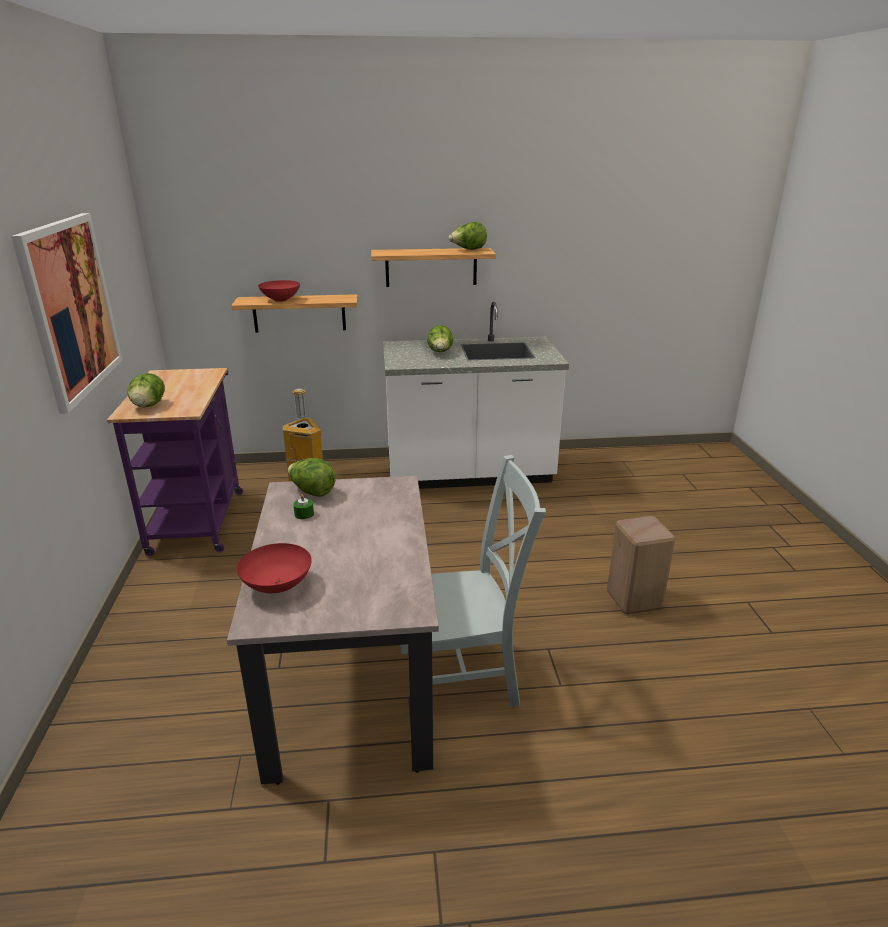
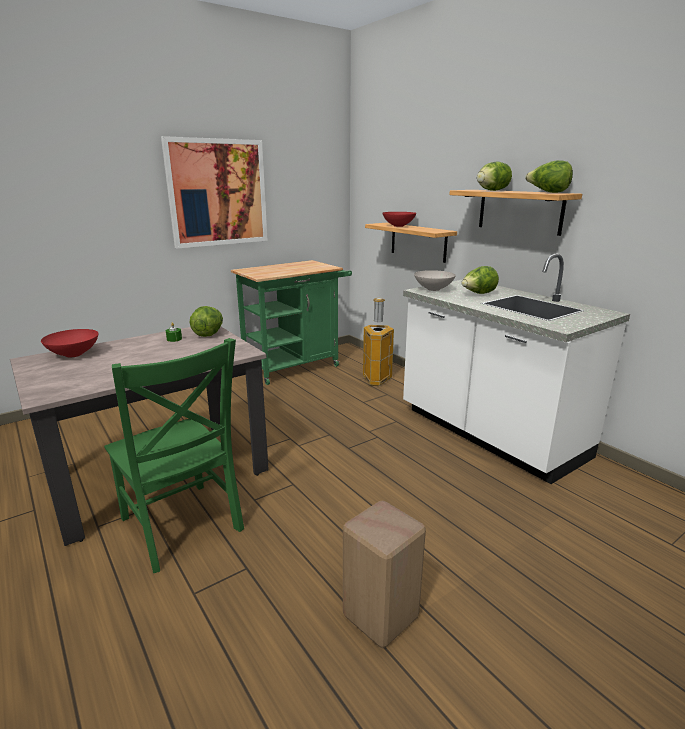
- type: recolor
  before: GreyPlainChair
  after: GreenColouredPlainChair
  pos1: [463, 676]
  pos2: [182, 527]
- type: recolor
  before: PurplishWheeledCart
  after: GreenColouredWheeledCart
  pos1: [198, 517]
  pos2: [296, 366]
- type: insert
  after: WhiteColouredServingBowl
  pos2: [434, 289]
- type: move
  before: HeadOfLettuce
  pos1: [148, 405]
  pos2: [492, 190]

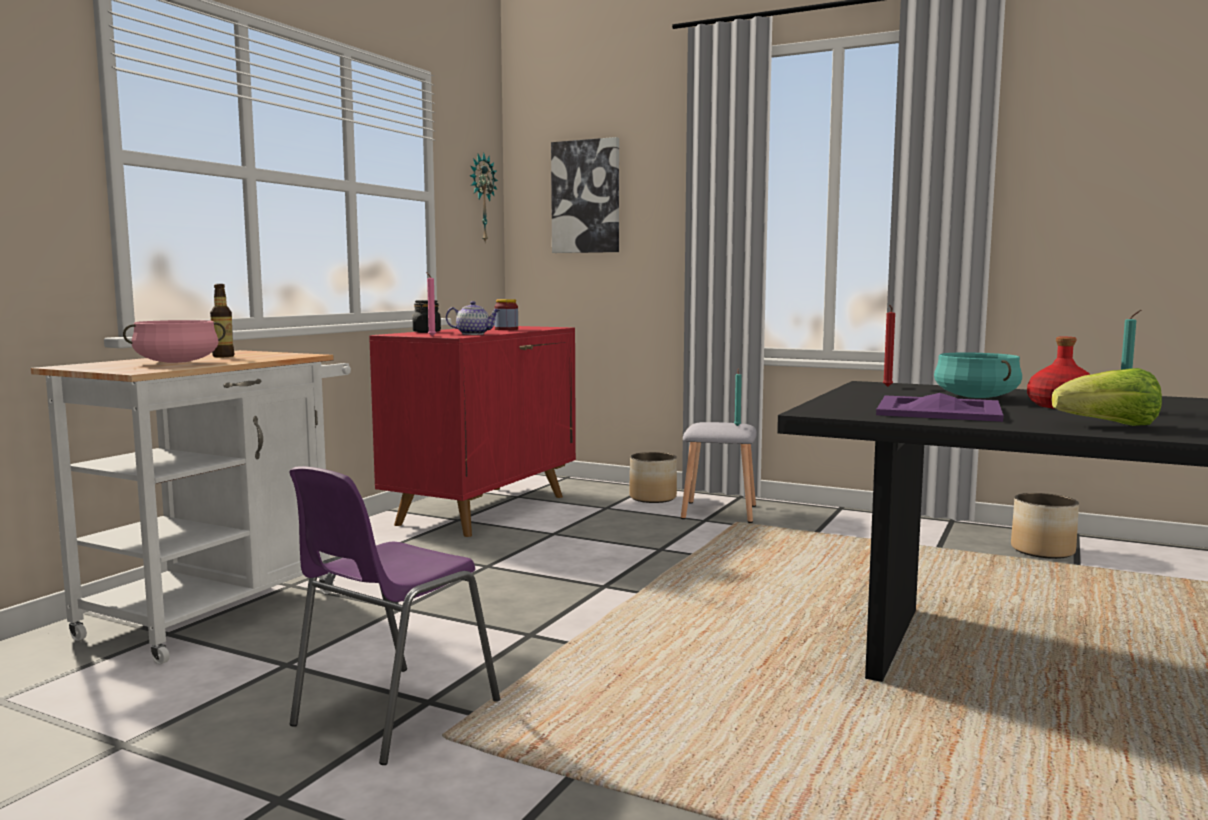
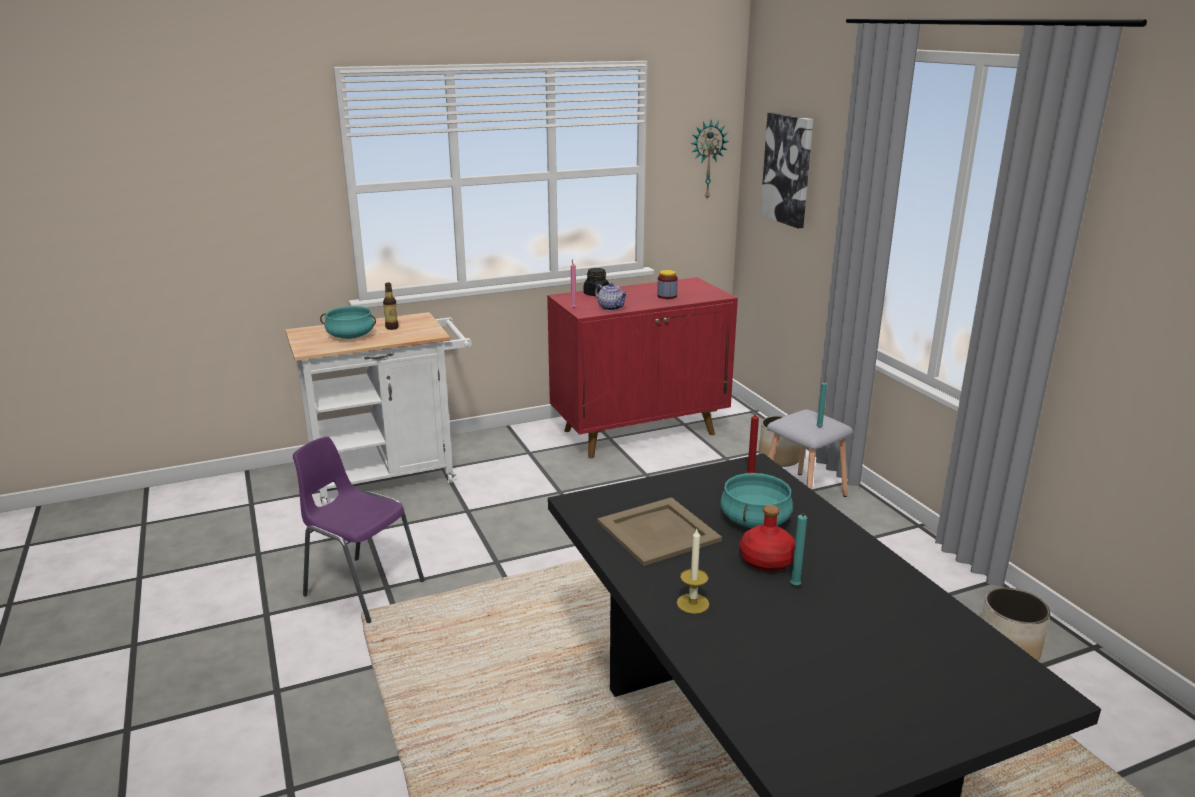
- type: rotate
  before: PurplishPlainChair
  pos1: [391, 715]
  pos2: [361, 587]
  turn: 45
- type: recolor
  before: PinkSaucepot
  after: TurquoiseSaucepot
  pos1: [176, 362]
  pos2: [350, 336]
- type: recolor
  before: PurplishCarryingTray
  after: BeigeCarryingTray
  pos1: [937, 410]
  pos2: [657, 531]
- type: replace
  before: HeadOfLettuce
  after: WaxLight
  pos1: [1110, 425]
  pos2: [693, 603]

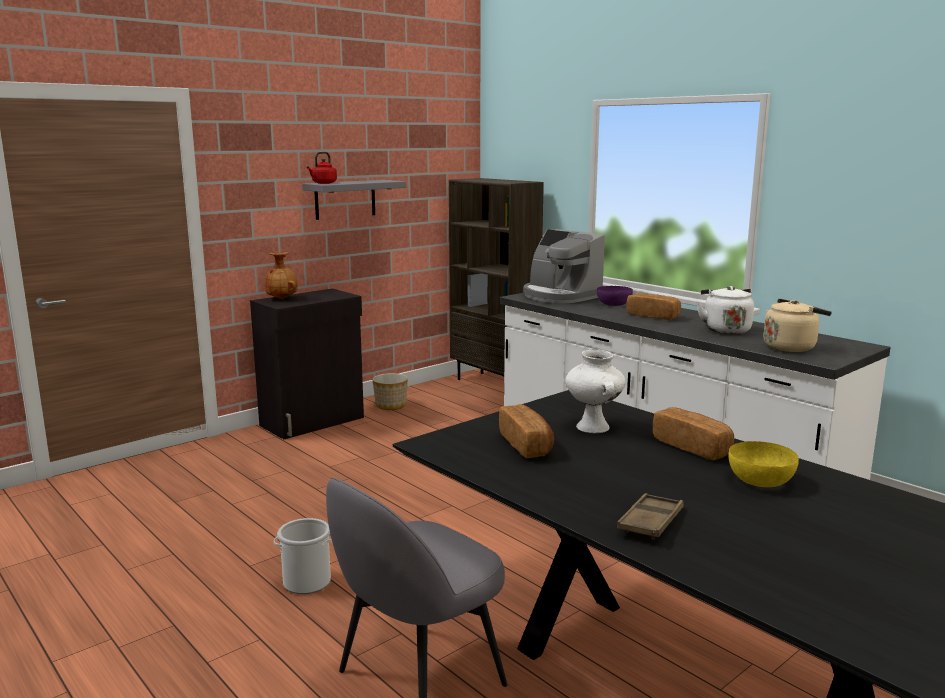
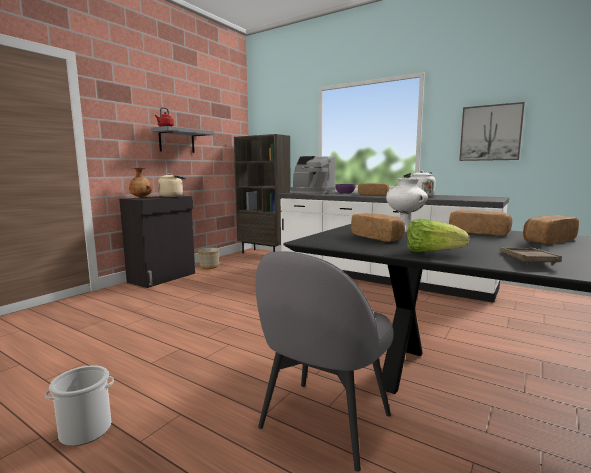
- type: move
  before: Bucket
  pos1: [307, 582]
  pos2: [86, 430]
- type: move
  before: BeigeTeaKettle
  pos1: [791, 347]
  pos2: [172, 196]
- type: insert
  after: HeadOfLettuce
  pos2: [431, 252]
- type: insert
  after: WallPicture
  pos2: [490, 133]
- type: replace
  before: YellowColouredServingBowl
  after: BakeryBread
  pos1: [761, 481]
  pos2: [547, 241]

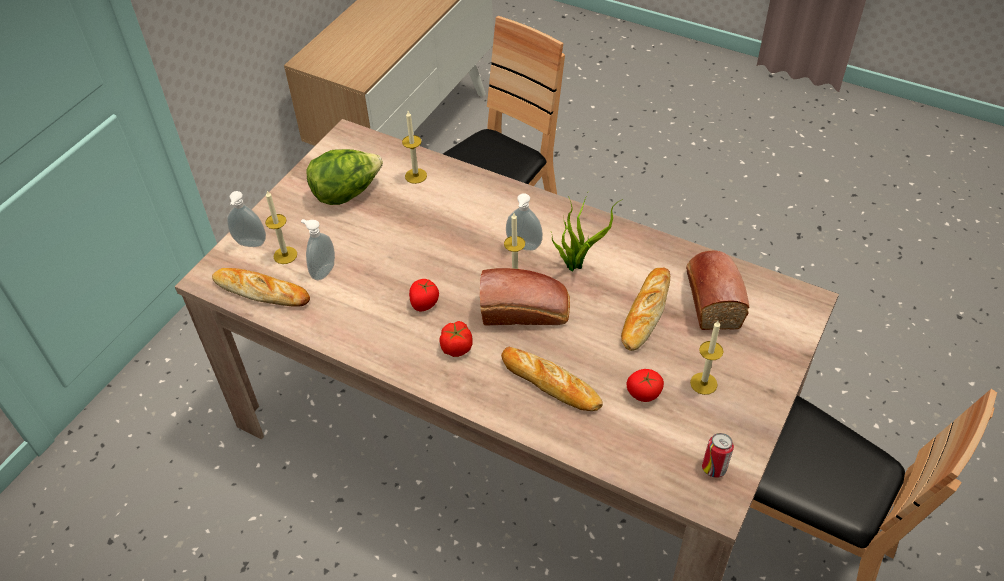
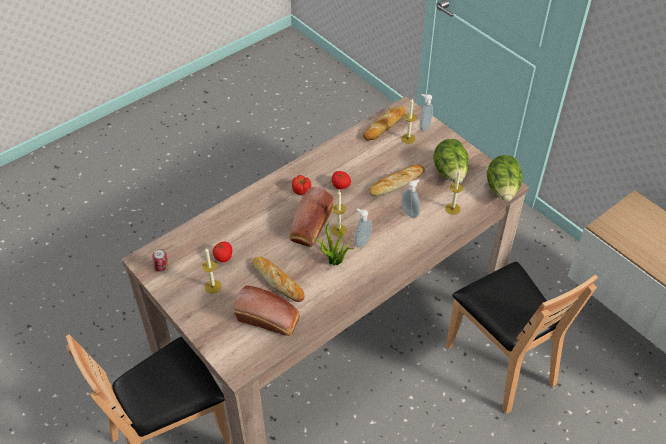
- type: move
  before: BakeryBread
  pos1: [550, 383]
  pos2: [396, 183]
- type: move
  before: SoapBottle
  pos1: [322, 271]
  pos2: [410, 212]
- type: insert
  after: HeadOfLettuce
  pos2: [502, 190]

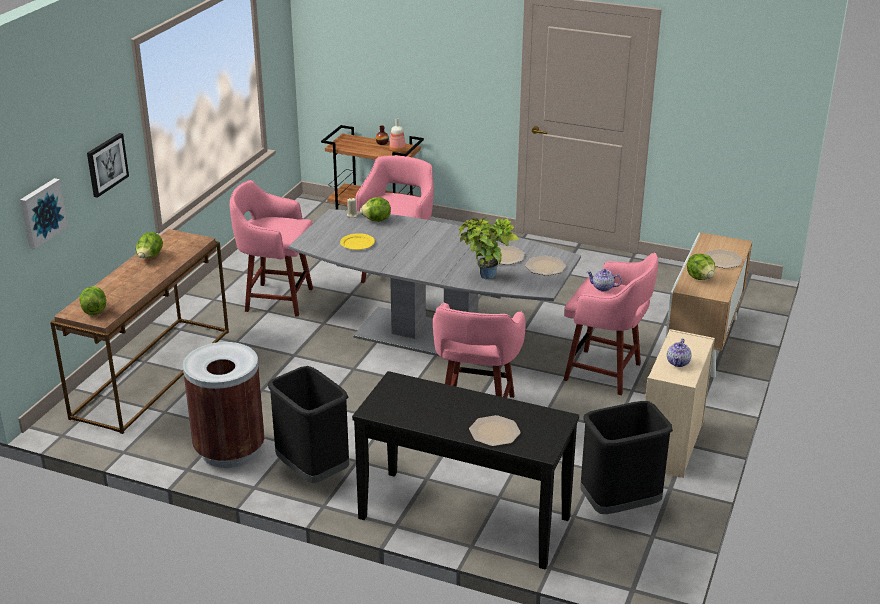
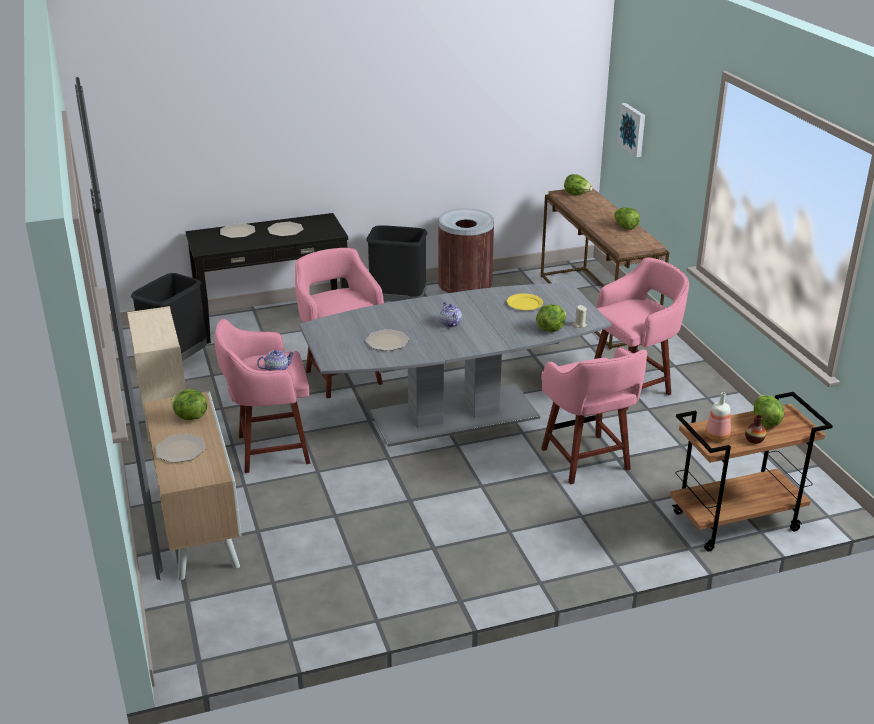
- type: move
  before: FlatDish
  pos1: [545, 266]
  pos2: [285, 230]
- type: move
  before: PotForTea
  pos1: [678, 362]
  pos2: [449, 323]
- type: insert
  after: HeadOfLettuce
  pos2: [765, 421]
- type: delete
  before: WallPicture
  pos1: [106, 164]
- type: delete
  before: PlantInAPot
  pos1: [485, 278]

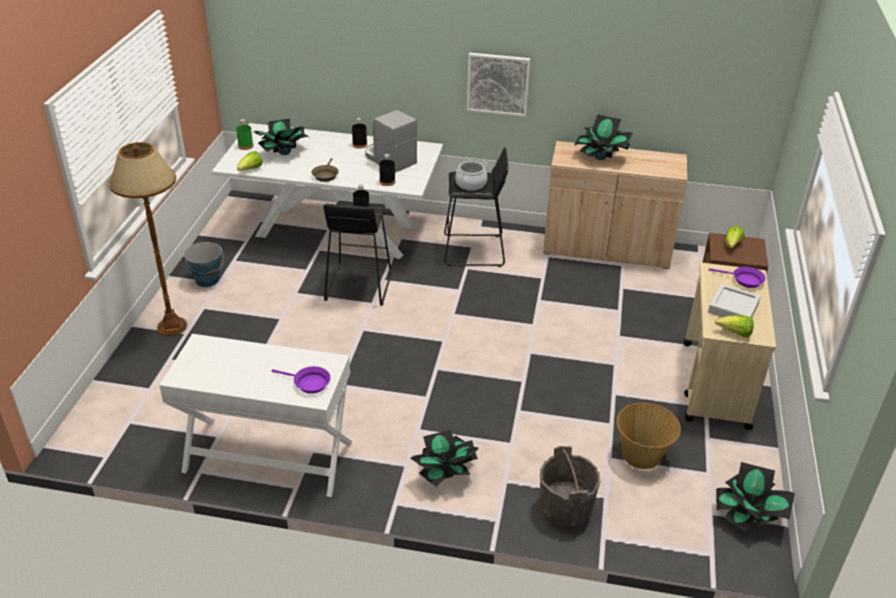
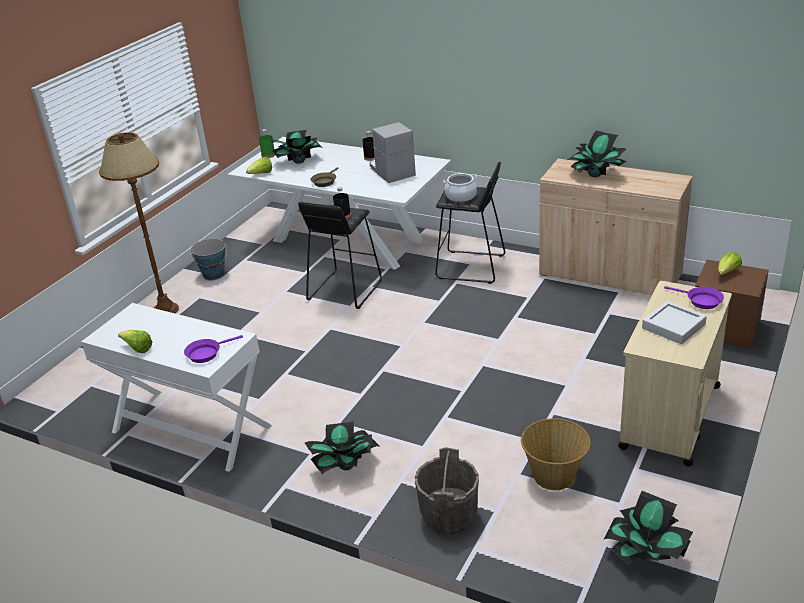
- type: move
  before: HeadOfLettuce
  pos1: [735, 333]
  pos2: [138, 349]
- type: rotate
  before: PurplishSkillet
  pos1: [309, 383]
  pos2: [206, 353]
  turn: 105
- type: delete
  before: BlackColouredDrinkBottle
  pos1: [387, 182]
- type: delete
  before: WallPicture
  pos1: [498, 84]

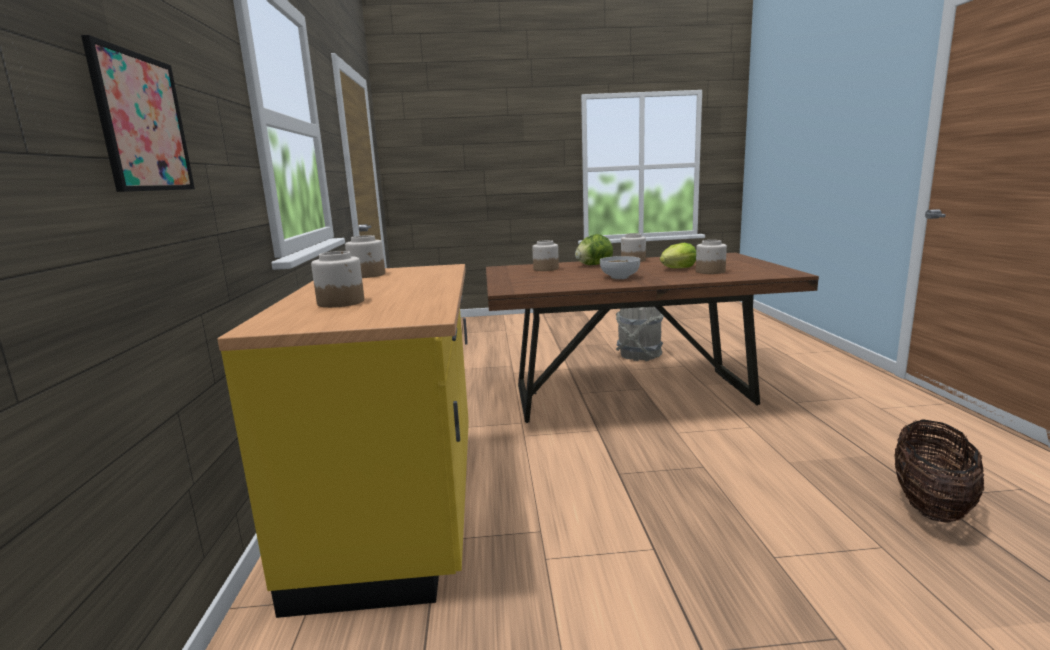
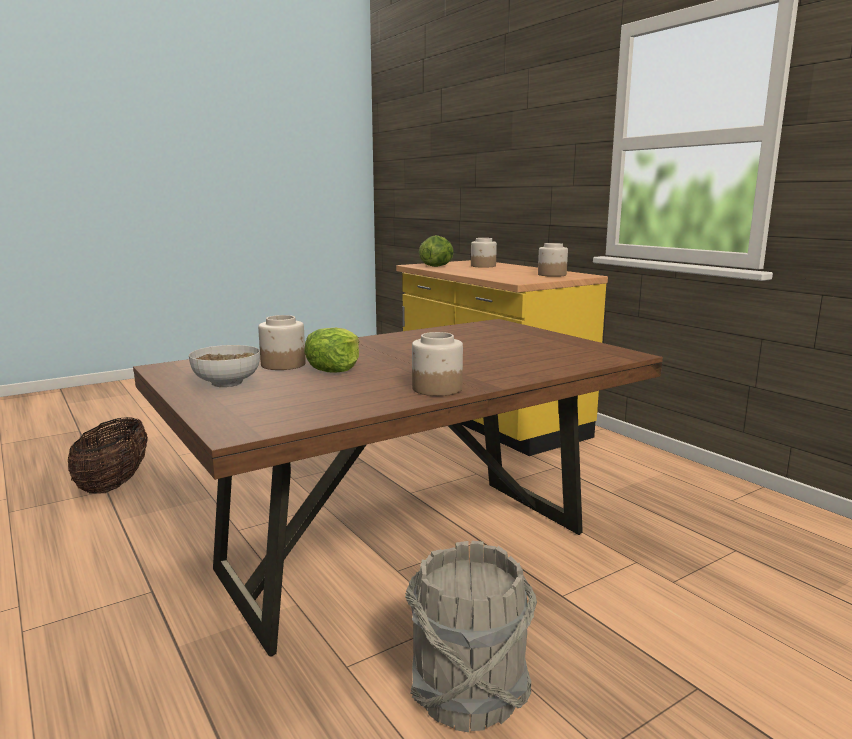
- type: move
  before: ServingBowl
  pos1: [619, 277]
  pos2: [228, 383]
- type: move
  before: HeadOfLettuce
  pos1: [593, 265]
  pos2: [437, 266]
- type: delete
  before: WallPicture
  pos1: [142, 123]
- type: delete
  before: Jar
  pos1: [545, 269]

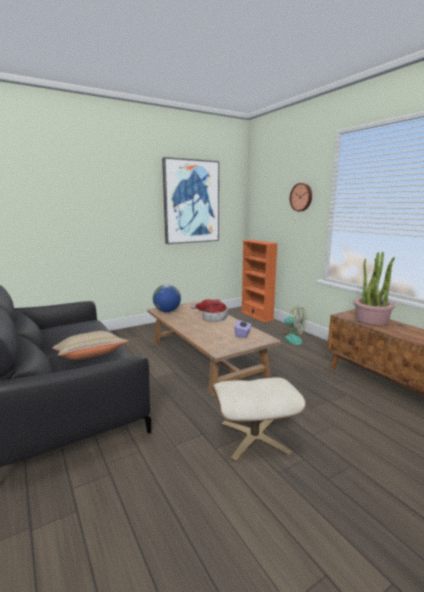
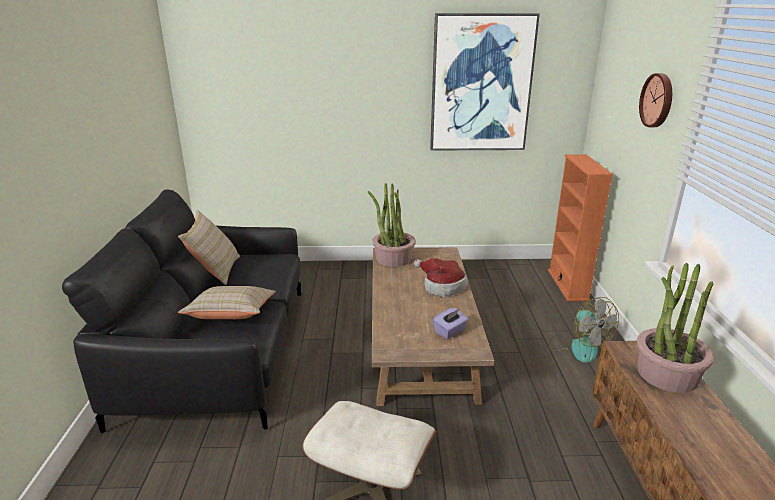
- type: insert
  after: BeigePillow
  pos2: [215, 271]
- type: replace
  before: Globe
  after: PlantInAPot
  pos1: [167, 311]
  pos2: [393, 258]

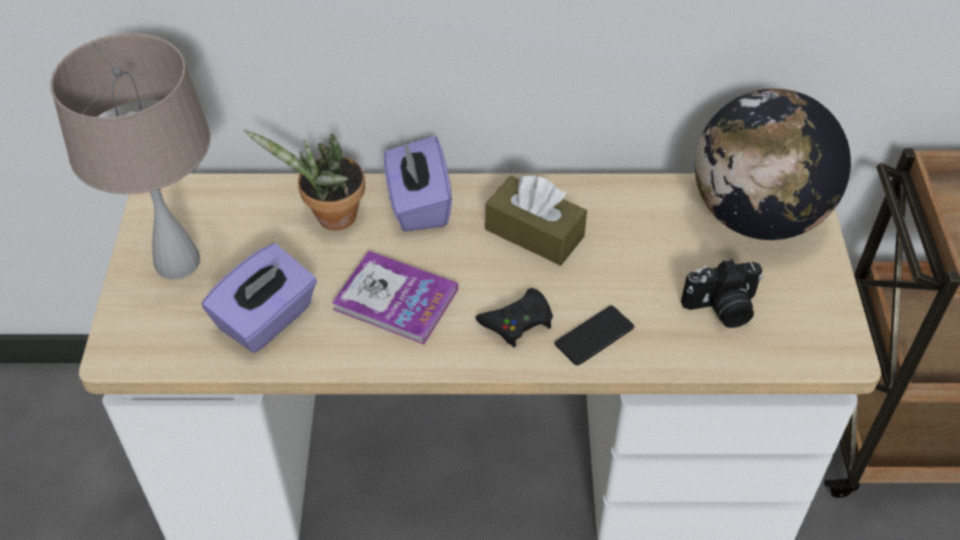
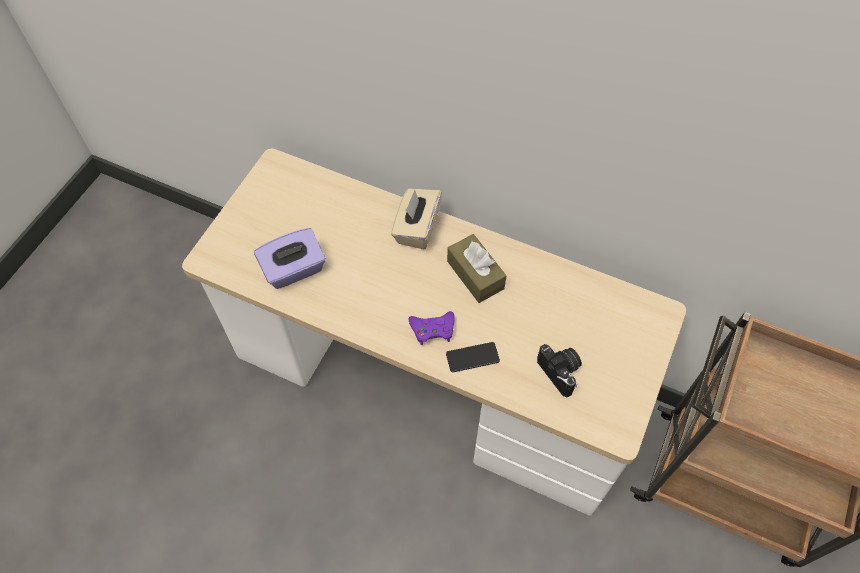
- type: recolor
  before: PurplishTissueBox
  after: BeigeTissueBox
  pos1: [418, 204]
  pos2: [416, 228]
- type: recolor
  before: BlackColouredGameController
  after: PurplishGameController
  pos1: [517, 321]
  pos2: [433, 329]
- type: rotate
  before: PhotoCamera
  pos1: [722, 309]
  pos2: [561, 372]
  turn: -135
- type: delete
  before: BeigeTabletopLamp
  pos1: [176, 262]
- type: delete
  before: PlantInAPot
  pos1: [330, 219]
- type: delete
  before: Book
  pos1: [395, 299]
- type: delete
  before: Globe
  pos1: [756, 216]

